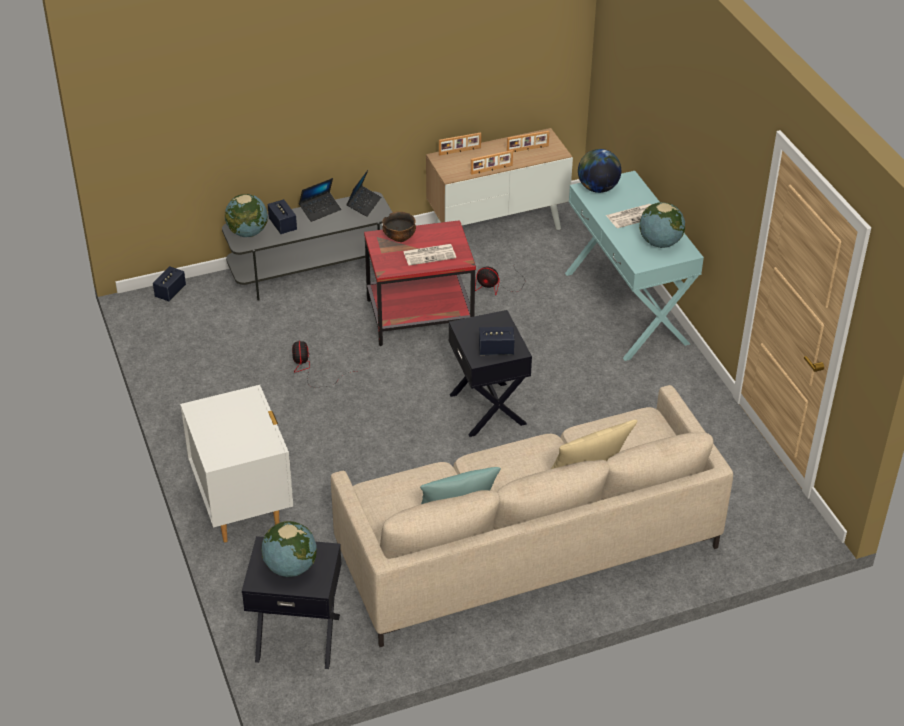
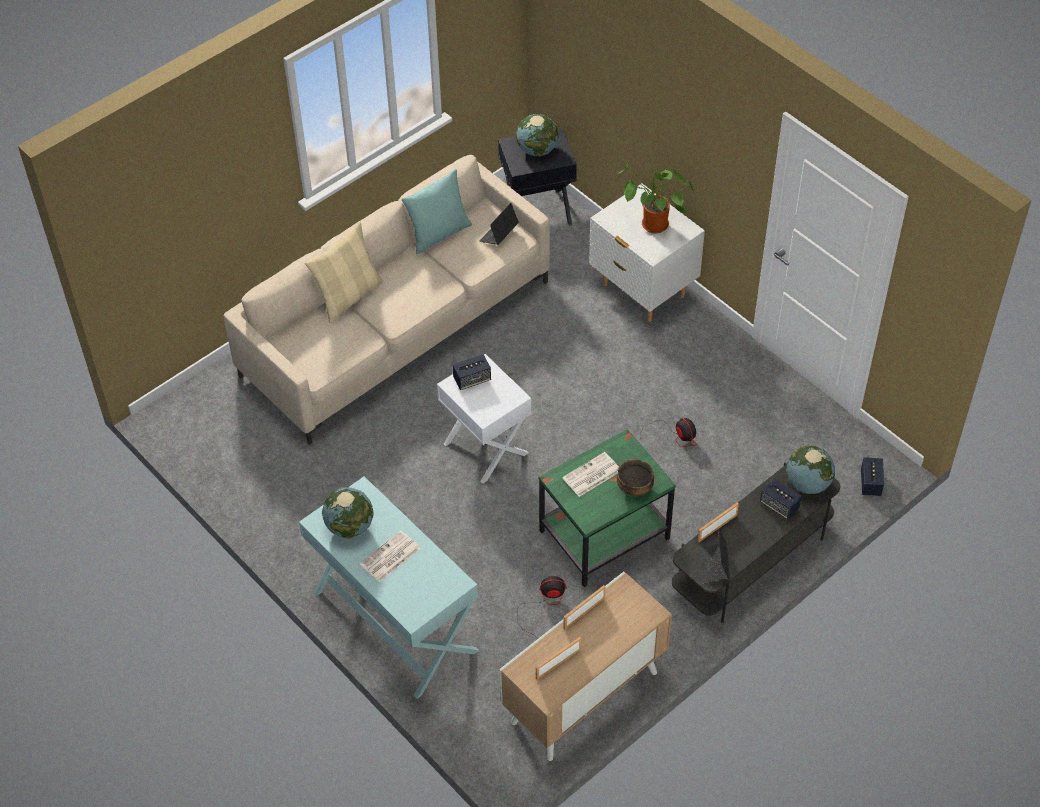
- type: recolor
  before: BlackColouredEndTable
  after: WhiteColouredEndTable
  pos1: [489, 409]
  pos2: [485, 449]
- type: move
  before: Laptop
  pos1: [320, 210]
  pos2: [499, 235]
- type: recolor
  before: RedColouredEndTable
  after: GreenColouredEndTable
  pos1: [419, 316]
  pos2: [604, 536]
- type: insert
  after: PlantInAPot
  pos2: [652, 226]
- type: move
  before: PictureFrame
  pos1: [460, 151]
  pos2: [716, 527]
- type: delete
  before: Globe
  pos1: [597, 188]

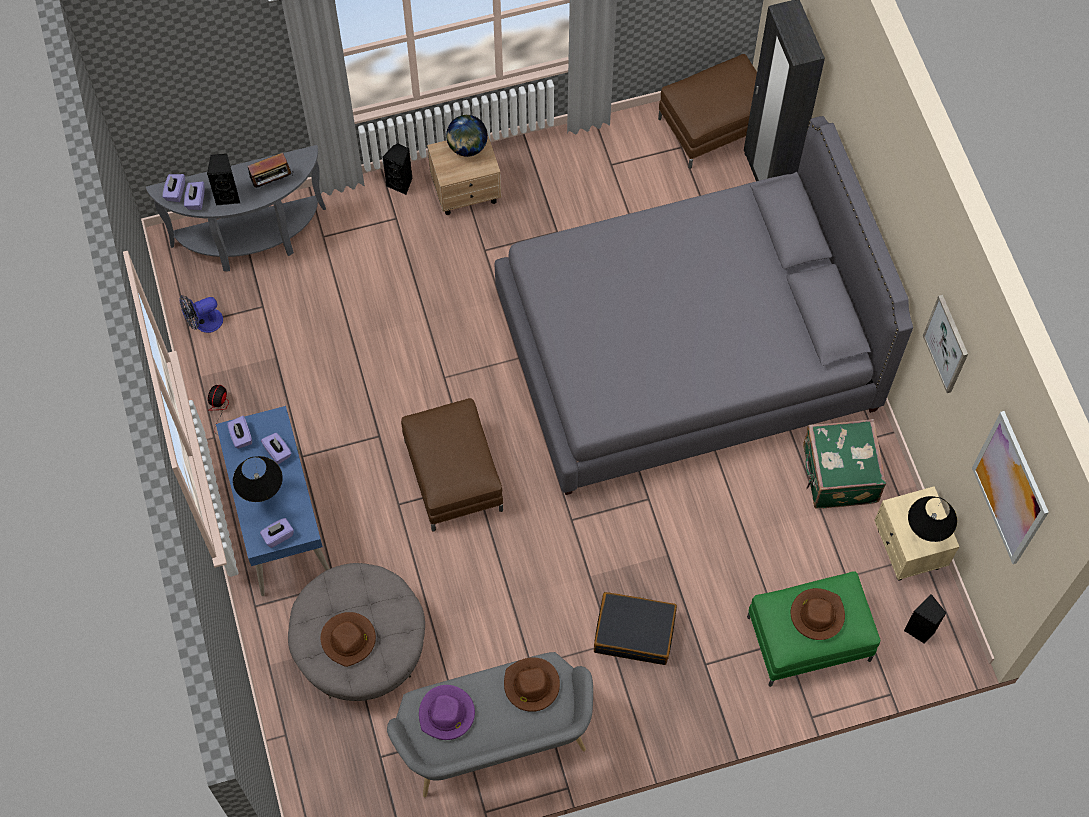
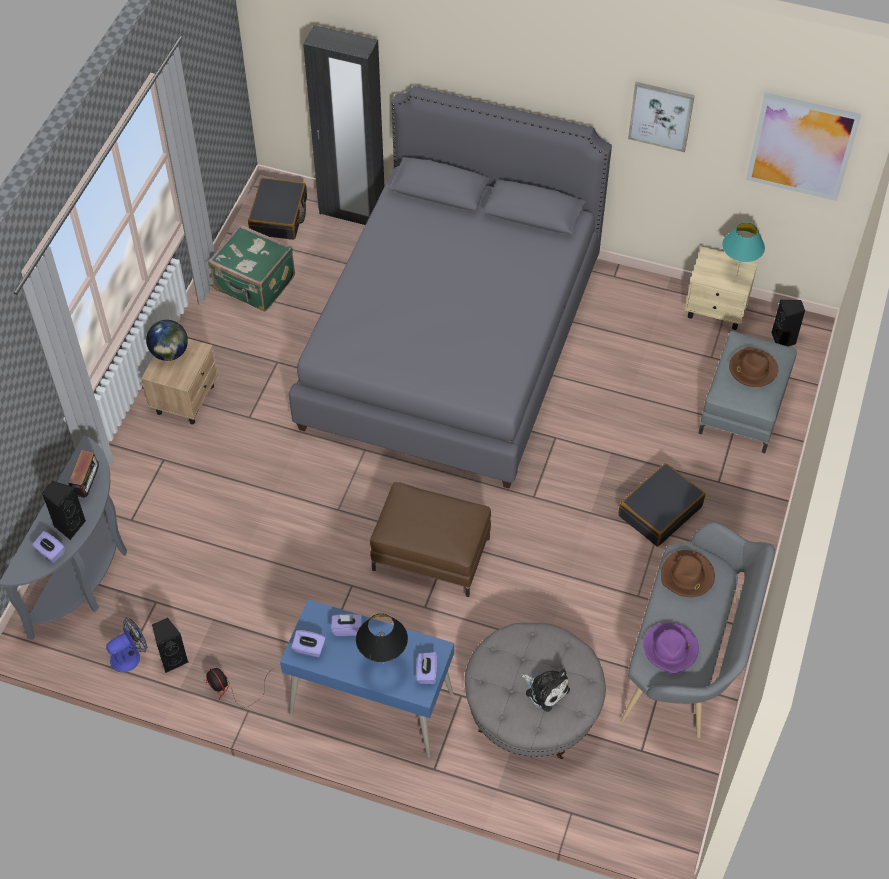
- type: rotate
  before: Fan
  pos1: [204, 323]
  pos2: [130, 656]
  turn: -135
- type: move
  before: BlackColouredSpeaker
  pos1: [401, 183]
  pos2: [173, 659]
- type: move
  before: GreenColouredPieceOfLuggage
  pos1: [838, 475]
  pos2: [254, 284]
- type: replace
  before: BrownColouredFootrest
  after: BlackColouredPieceOfLuggage
  pos1: [715, 126]
  pos2: [279, 216]
- type: replace
  before: BrownColouredClothingHat
  after: CuddlyToy
  pos1: [349, 639]
  pos2: [545, 689]
- type: recolor
  before: GreenColouredFootrest
  after: GreyFootrest
  pos1: [809, 638]
  pos2: [743, 407]
- type: recolor
  before: BlackColouredTabletopLamp
  after: TurquoiseTabletopLamp
  pos1: [923, 537]
  pos2: [737, 275]
- type: delete
  before: PurplishTissueBox
  pos1: [175, 192]

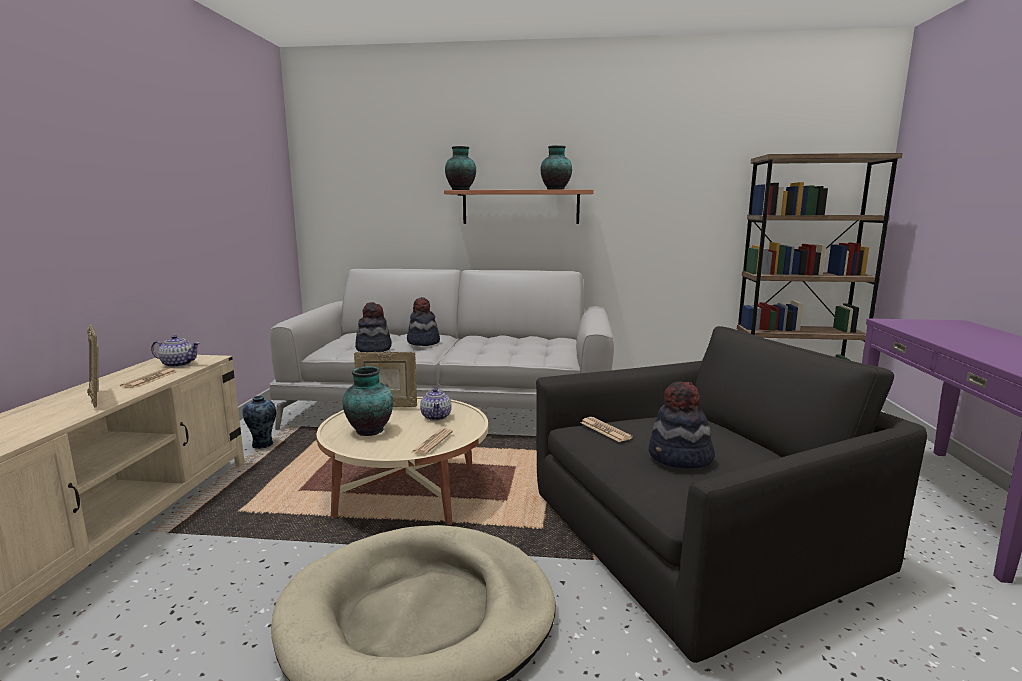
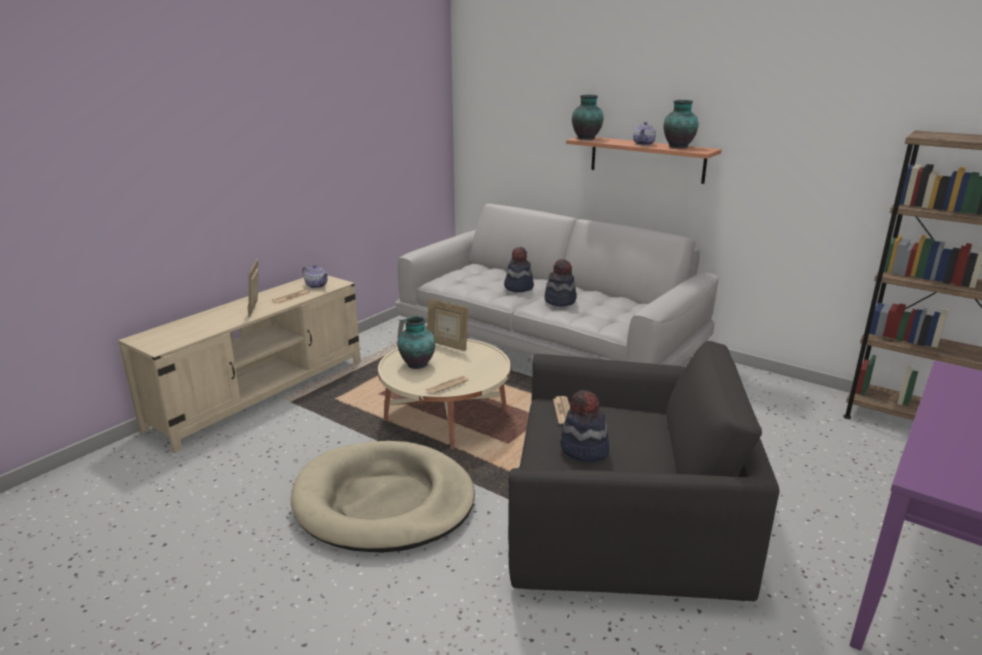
- type: move
  before: ClothingHat
  pos1: [373, 349]
  pos2: [560, 301]
- type: move
  before: PotForTea
  pos1: [436, 417]
  pos2: [644, 144]
- type: delete
  before: DecorativeVase
  pos1: [263, 445]

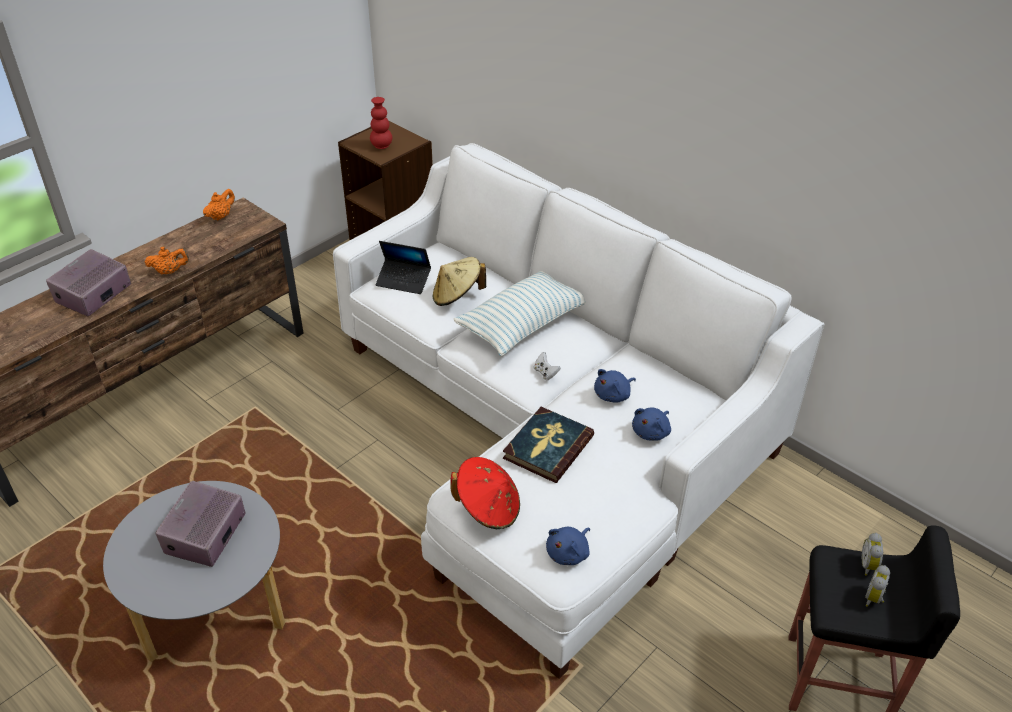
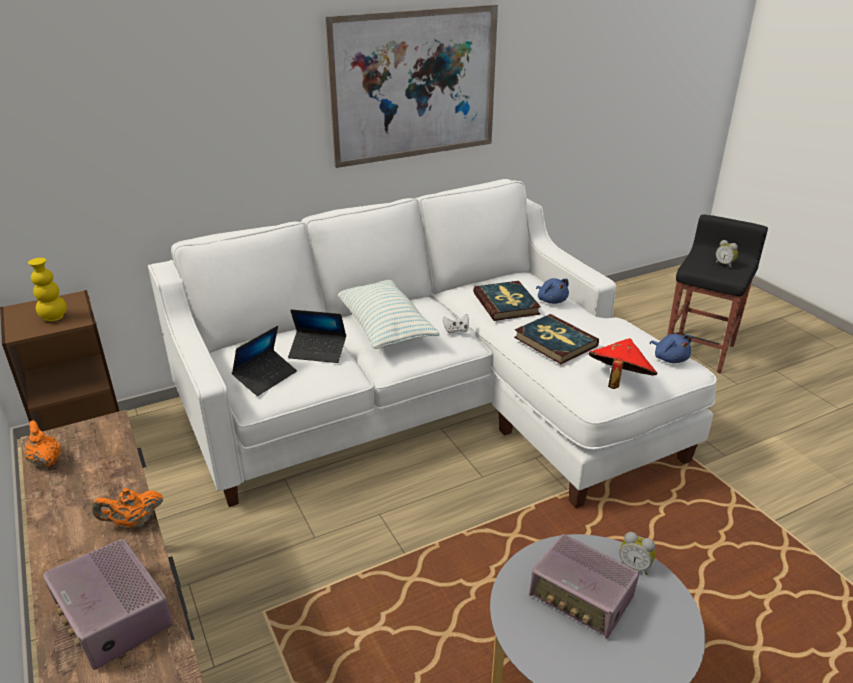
- type: recolor
  before: RedColouredDecorativeVase
  after: YellowColouredDecorativeVase
  pos1: [381, 146]
  pos2: [54, 318]
- type: rotate
  before: OrangePotForTea
  pos1: [170, 271]
  pos2: [133, 523]
  turn: -120
- type: replace
  before: BeigeClothingHat
  after: Laptop
  pos1: [457, 296]
  pos2: [318, 352]
- type: insert
  after: WallPicture
  pos2: [415, 85]
- type: replace
  before: BlueColouredCuddlyToy
  after: Book
  pos1: [613, 395]
  pos2: [506, 303]
- type: move
  before: AlarmClock
  pos1: [869, 566]
  pos2: [634, 565]

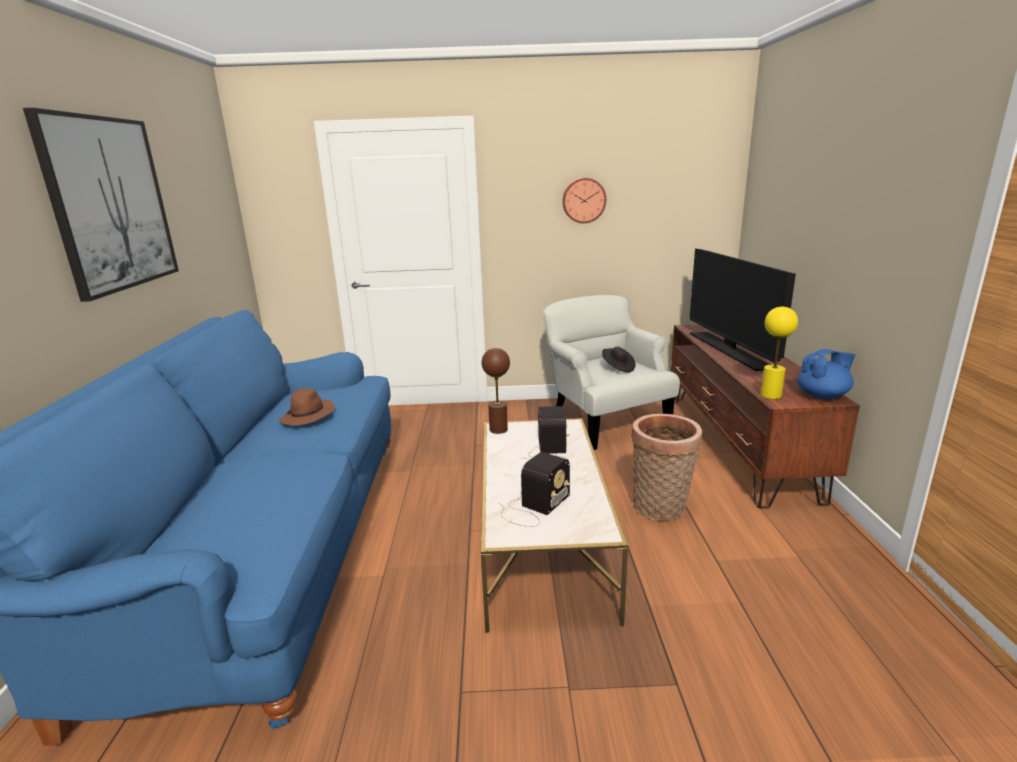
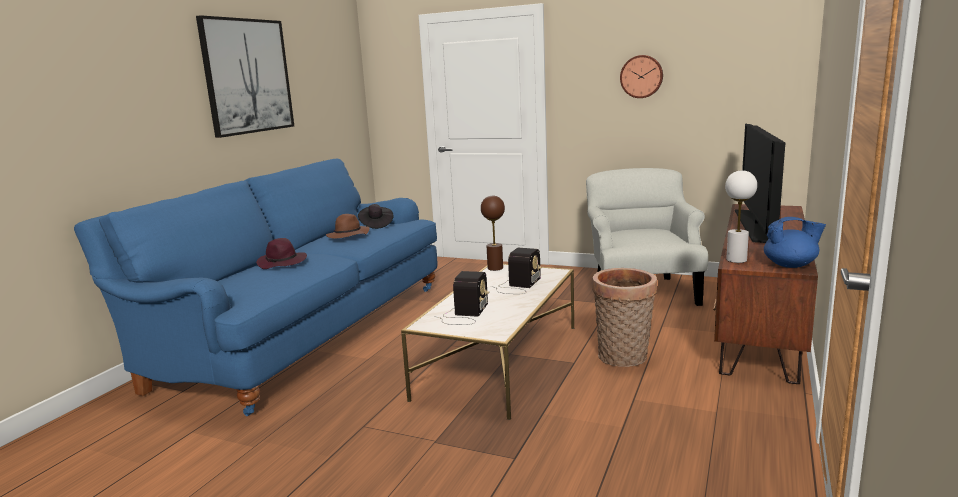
- type: insert
  after: PurplishClothingHat
  pos2: [282, 263]
- type: move
  before: BlackColouredClothingHat
  pos1: [618, 368]
  pos2: [376, 225]
- type: rotate
  before: RadioSet
  pos1: [534, 507]
  pos2: [465, 314]
  turn: -45
- type: recolor
  before: YellowColouredTabletopLamp
  after: WhiteColouredTabletopLamp
  pos1: [771, 395]
  pos2: [736, 260]

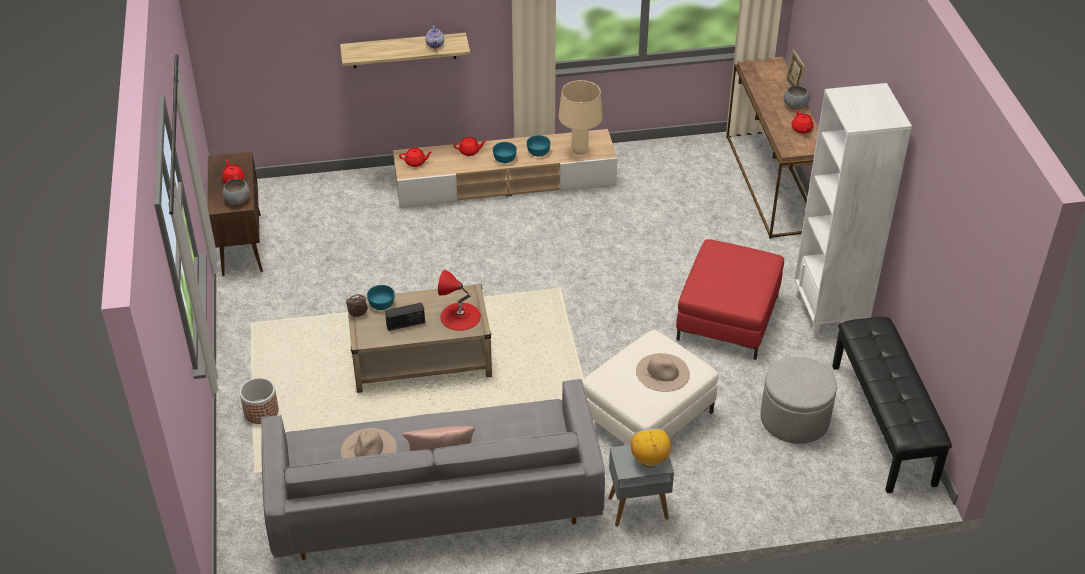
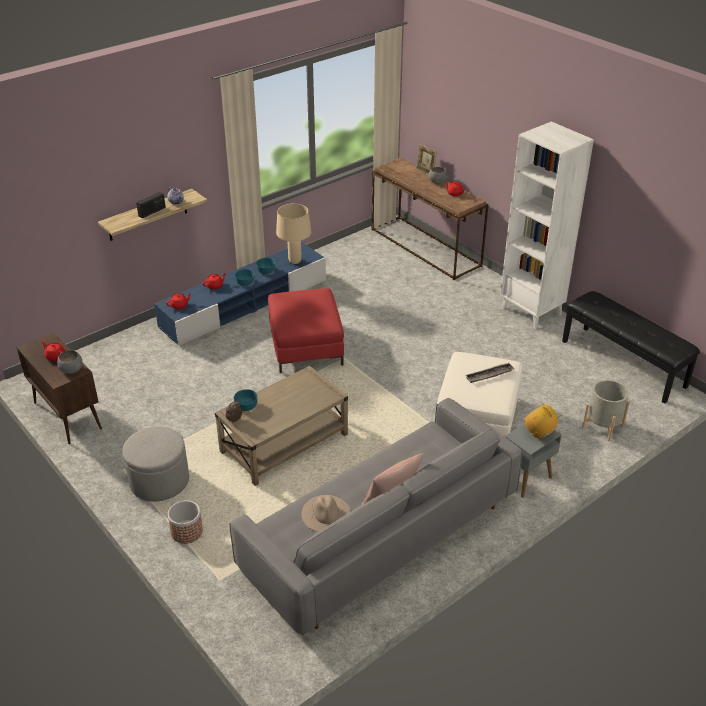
- type: move
  before: GreyFootrest
  pos1: [794, 419]
  pos2: [159, 481]
- type: move
  before: RadioSet
  pos1: [405, 324]
  pos2: [152, 212]
- type: recolor
  before: BeigeMediaConsole
  after: BlueColouredMediaConsole
  pos1: [506, 183]
  pos2: [245, 304]
- type: move
  before: RedColouredFootrest
  pos1: [727, 318]
  pos2: [306, 346]
- type: replace
  before: BeigeClothingHat
  after: CarryingTray
  pos1: [663, 372]
  pos2: [489, 375]
- type: insert
  after: GreyPlantPot
  pos2: [602, 426]
- type: delete
  before: RedColouredTabletopLamp
  pos1: [460, 316]

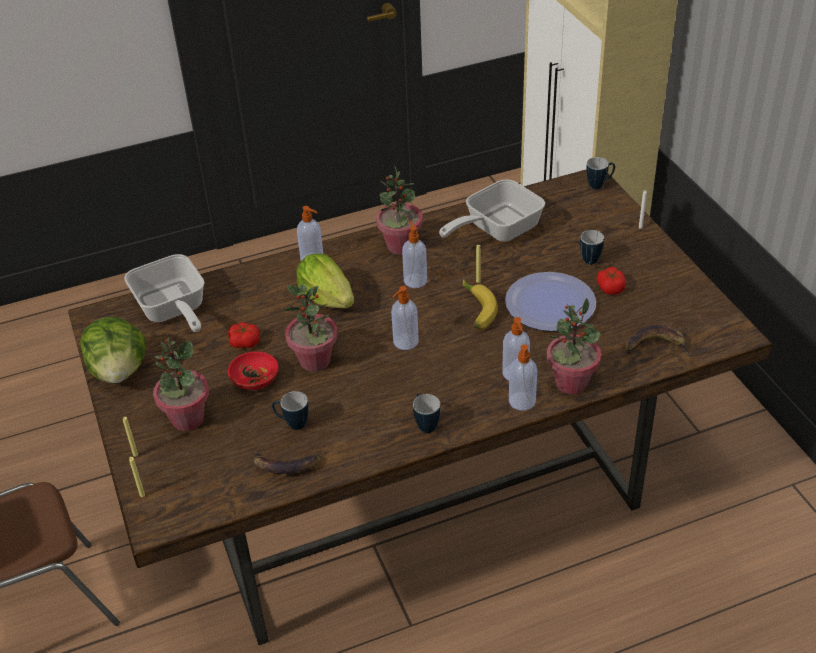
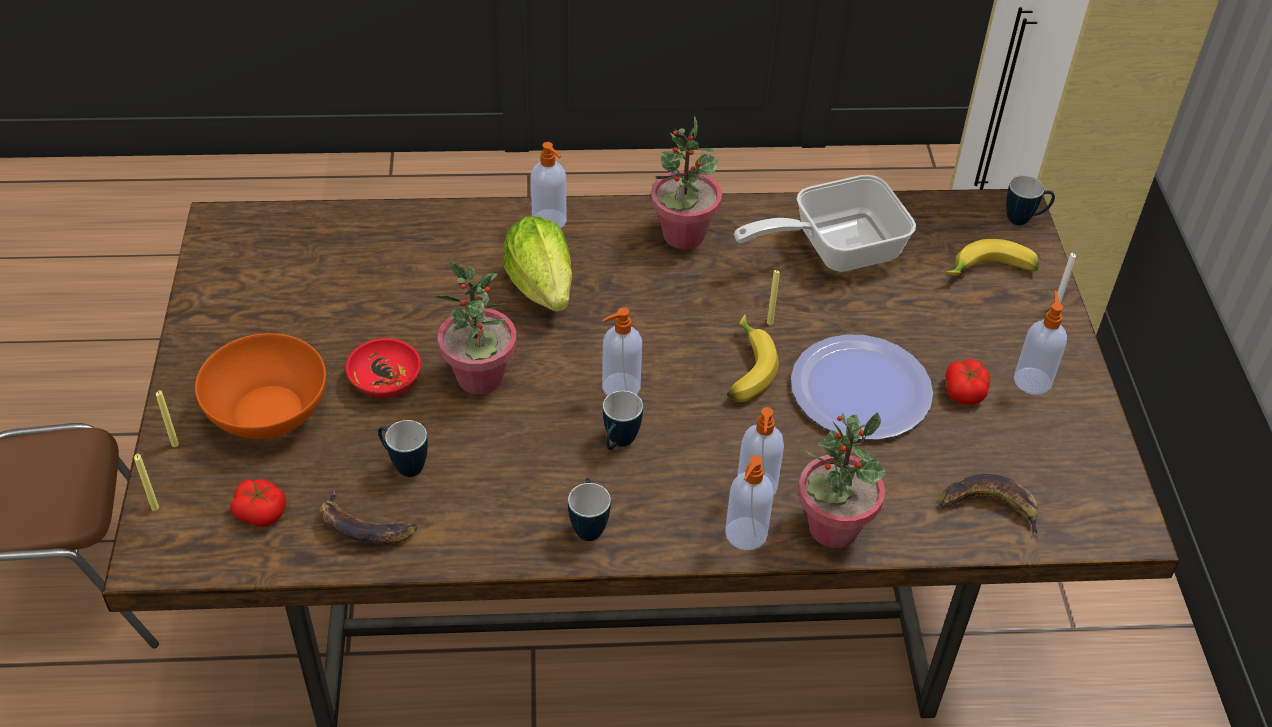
- type: replace
  before: PlantInAPot
  after: OrangeServingBowl
  pos1: [187, 419]
  pos2: [267, 412]
- type: move
  before: WholeTomato
  pos1: [245, 342]
  pos2: [261, 511]
- type: move
  before: Mug
  pos1: [590, 263]
  pos2: [618, 444]
- type: insert
  after: WholeBanana
  pos2: [990, 273]
- type: move
  before: SoapBottle
  pos1: [415, 280]
  pos2: [1032, 380]
- type: delete
  before: HeadOfLettuce
  pos1: [119, 371]
- type: delete
  before: Skillet
  pos1: [172, 311]

